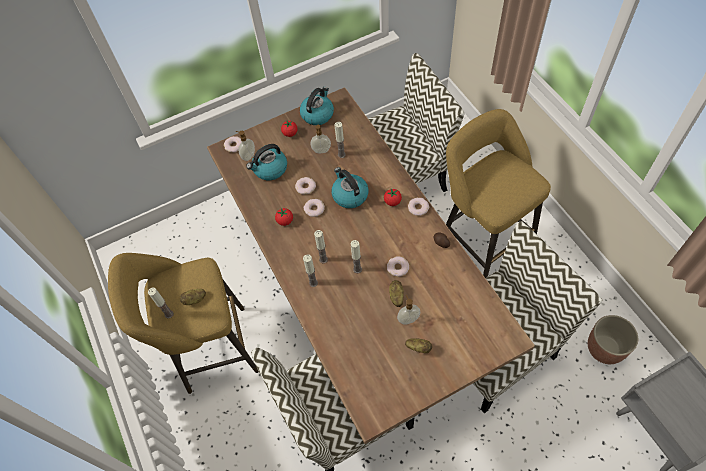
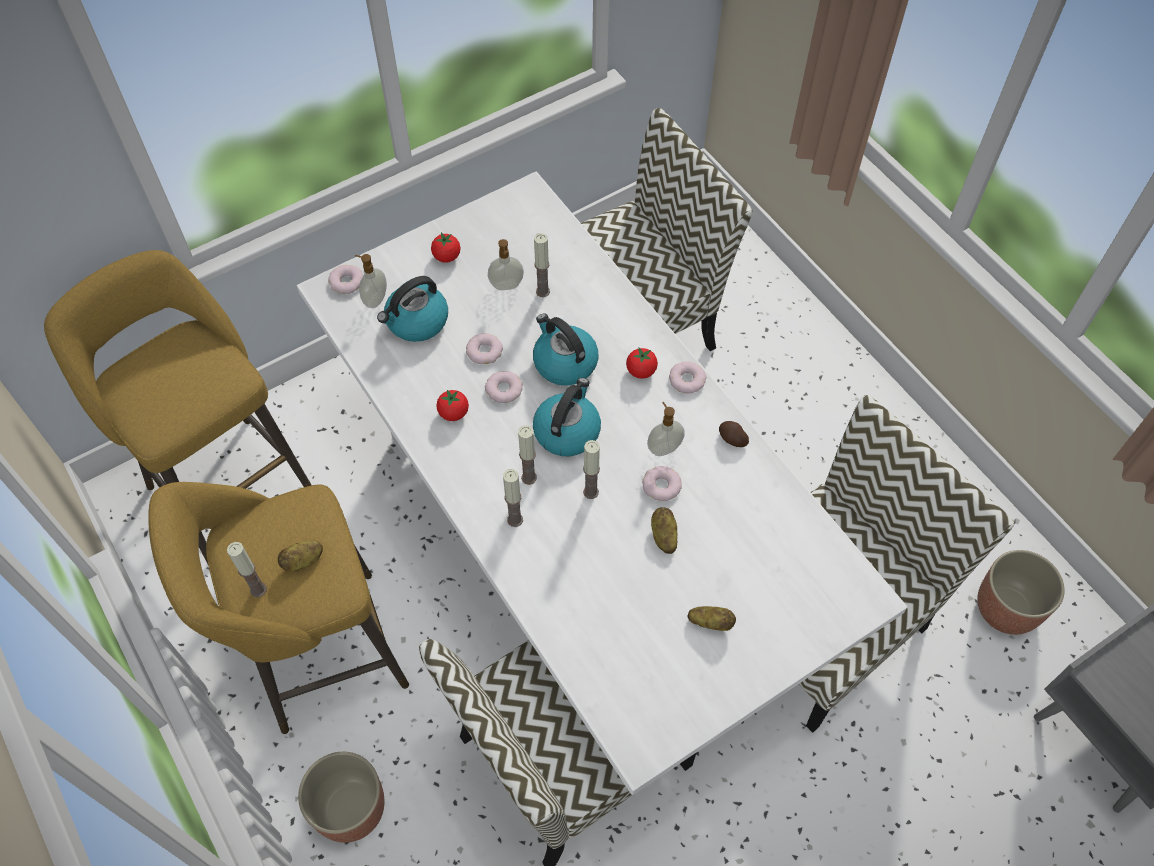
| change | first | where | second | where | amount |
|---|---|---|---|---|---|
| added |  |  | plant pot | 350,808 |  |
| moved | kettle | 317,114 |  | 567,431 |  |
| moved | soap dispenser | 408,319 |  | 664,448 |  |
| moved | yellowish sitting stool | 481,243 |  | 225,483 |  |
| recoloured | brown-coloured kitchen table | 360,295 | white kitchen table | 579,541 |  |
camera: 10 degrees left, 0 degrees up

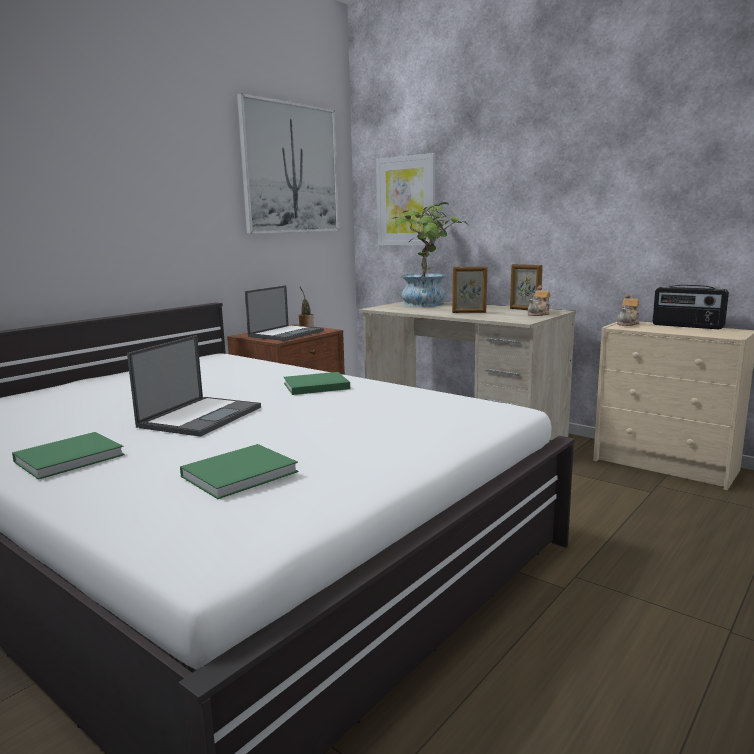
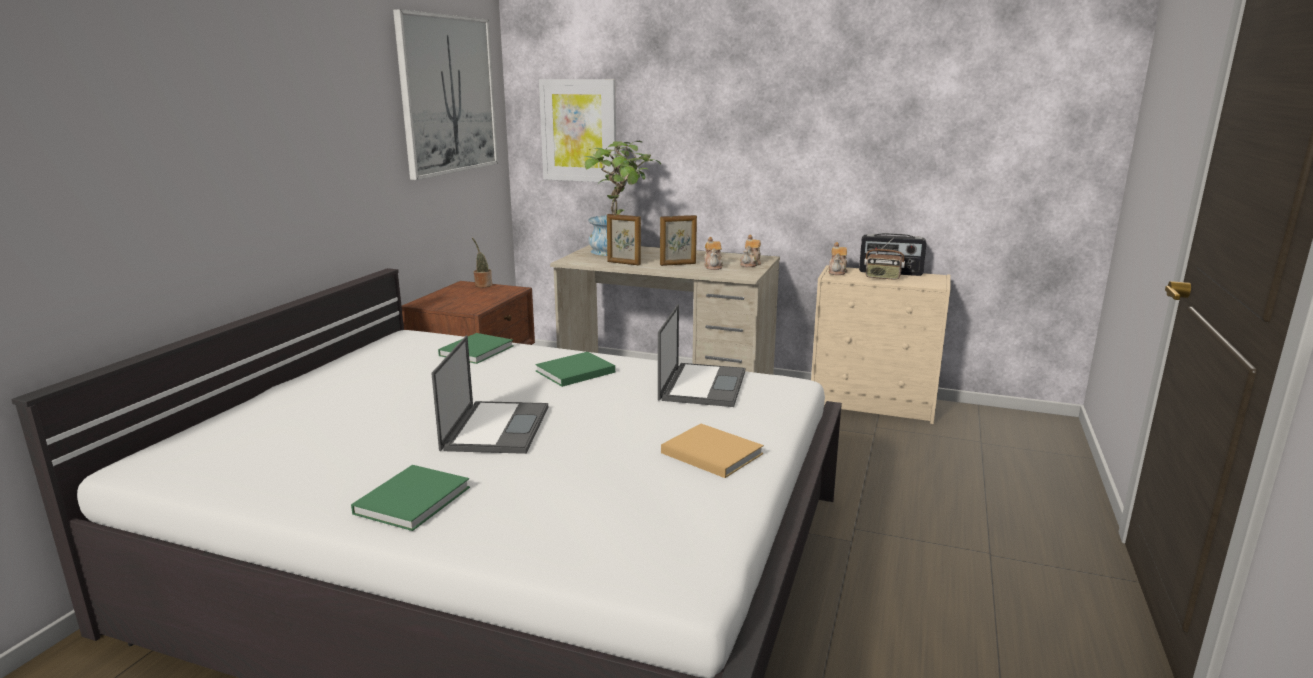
| change | first | where | second | where | amount |
|---|---|---|---|---|---|
| added |  |  | beige-coloured bound book | 709,452 |  |
| added |  |  | teapot | 713,266 |  |
| added |  |  | radio | 882,278 |  |
| moved | greenish bound book | 242,473 |  | 478,350 |  |
| moved | laptop | 286,333 |  | 702,385 |  |
| moved | photo frame | 524,309 |  | 623,263 |  |
camera: 20 degrees left, 5 degrees up

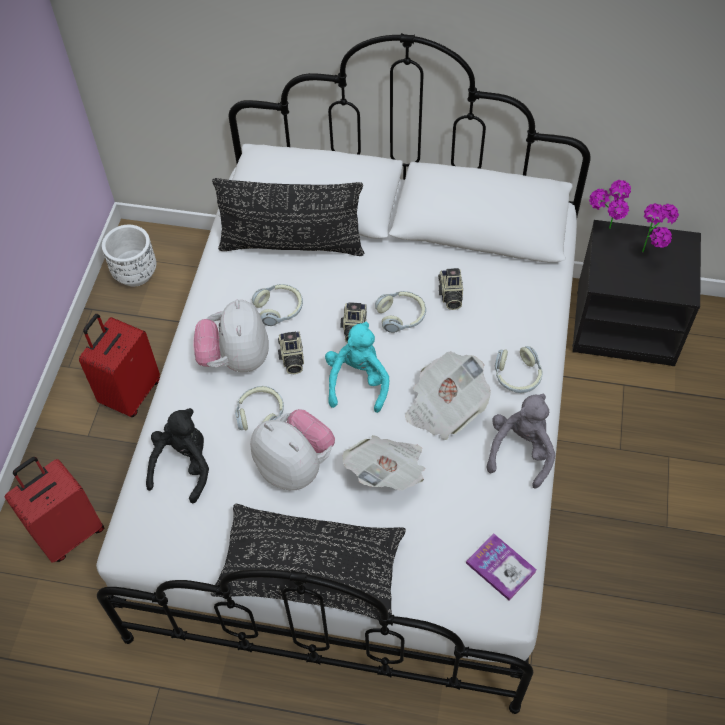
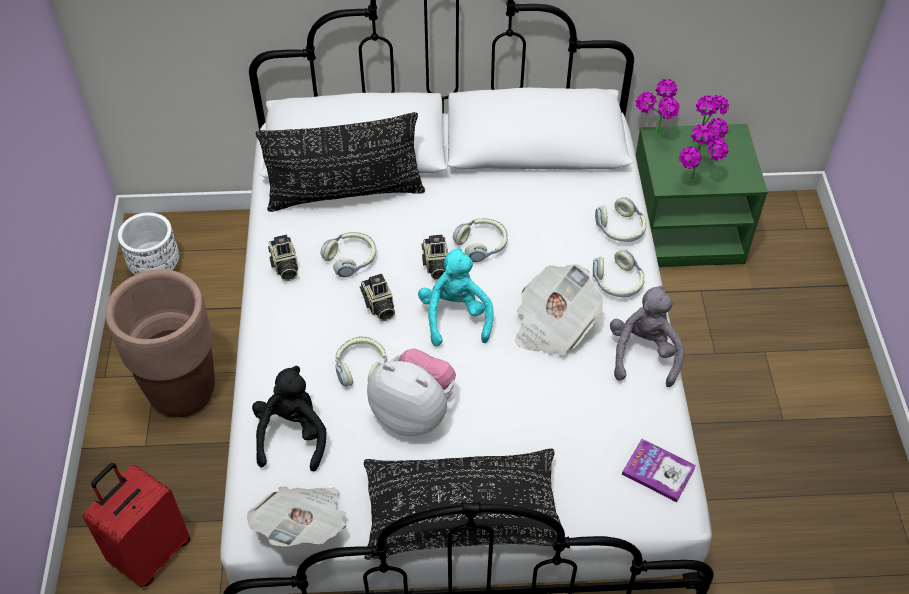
| change | first | where | second | where | amount |
|---|---|---|---|---|---|
| removed | soft toy | 236,358 |  |  |  |
| added |  |  | pair of headphones | 620,229 |  |
| added |  |  | potted plant | 695,184 |  |
| moved | daily paper | 387,472 |  | 304,526 |  |
| moved | still camera | 450,295 |  | 284,266 |  |
| replaced | red-coloured travel case | 130,393 | brown-coloured plant pot | 182,392 |  |
| recoloured | black nightstand | 626,323 | greenish nightstand | 685,231 |  |
camera: 15 degrees left, 5 degrees down

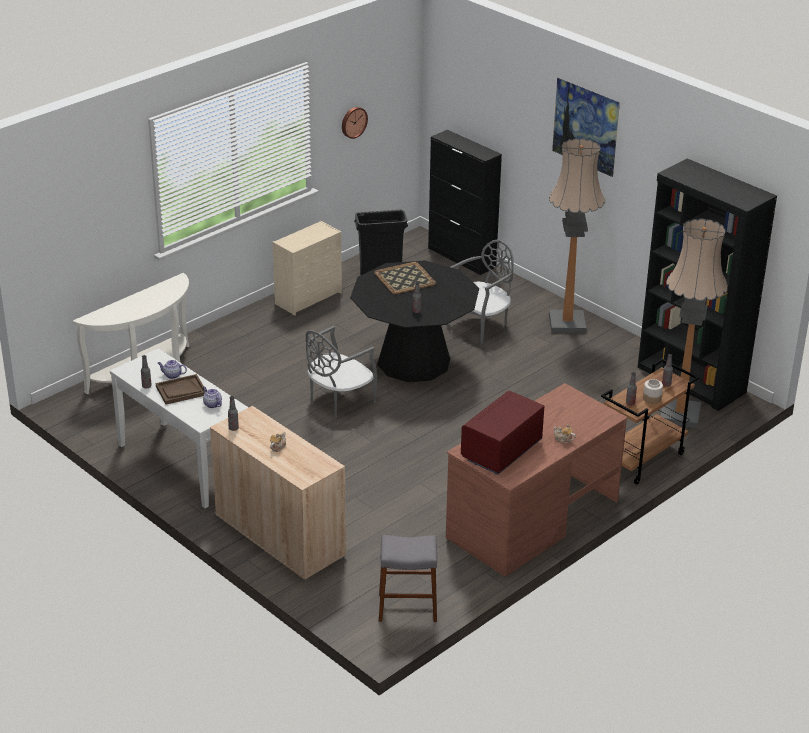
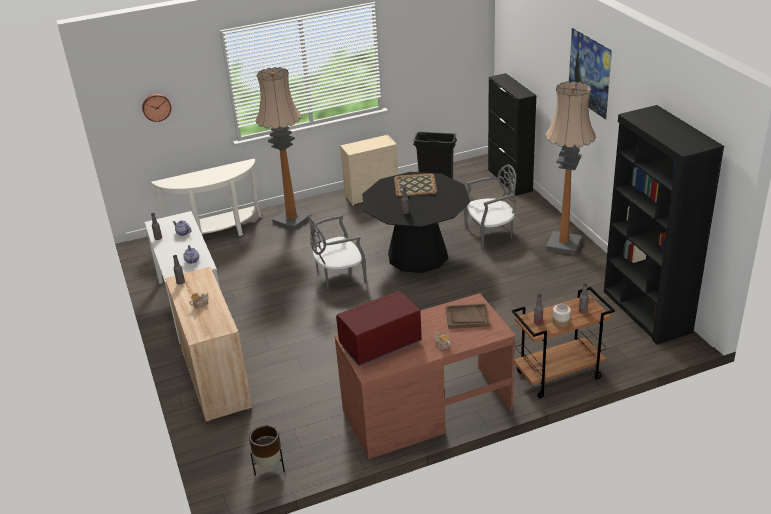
| change | first | where | second | where | amount |
|---|---|---|---|---|---|
| moved | brown-coloured serving tray | 181,391 |  | 467,317 |  |
| moved | hanging clock | 353,122 |  | 156,107 |  |
| moved | standing lamp | 680,414 |  | 292,220 |  |
| replaced | gray sitting stool | 407,607 | brown-coloured plant pot | 269,467 |  |
camera: 25 degrees right, 0 degrees up

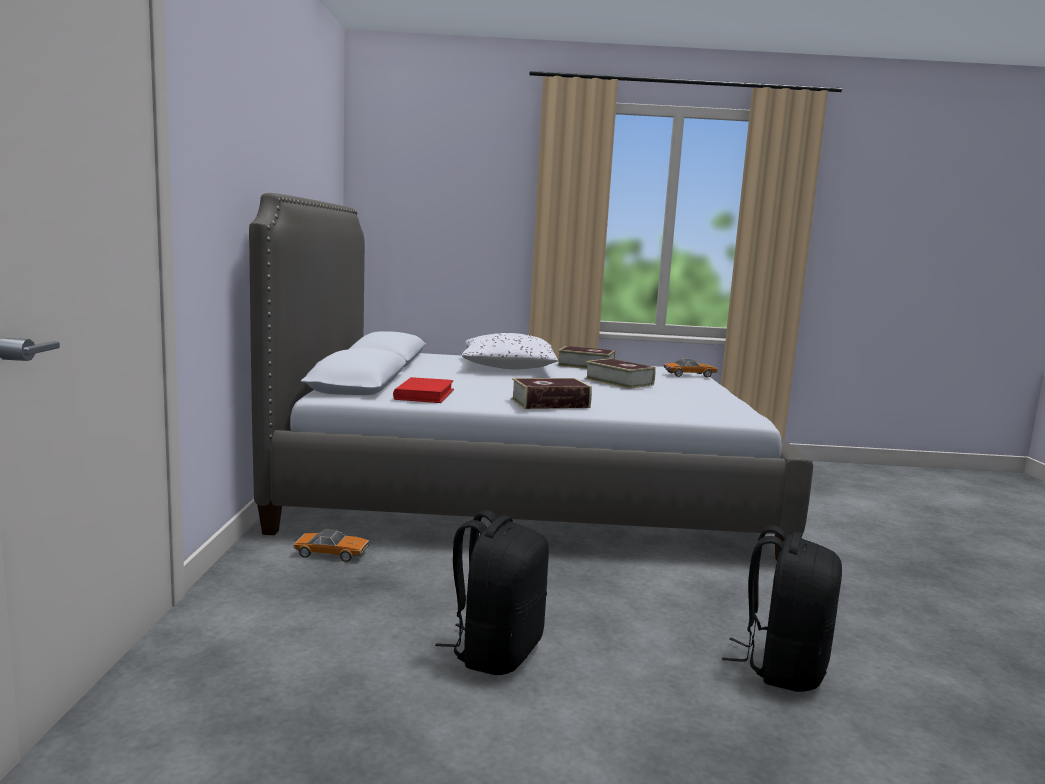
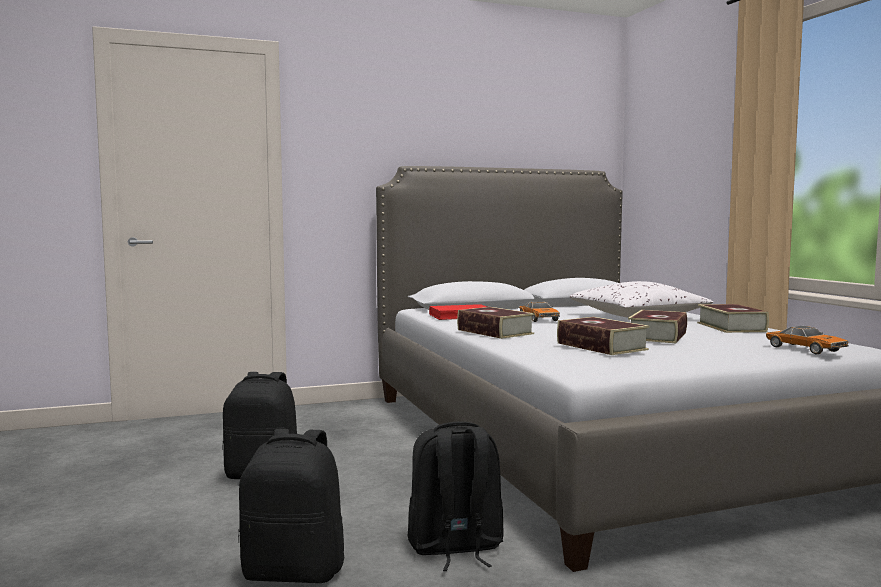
| change | first | where | second | where | amount |
|---|---|---|---|---|---|
| added |  |  | black rucksack | 455,548 |  |
| added |  |  | bound book | 601,346 |  |
| moved | model car | 332,553 |  | 539,319 |  |
camera: 70 degrees right, 5 degrees down

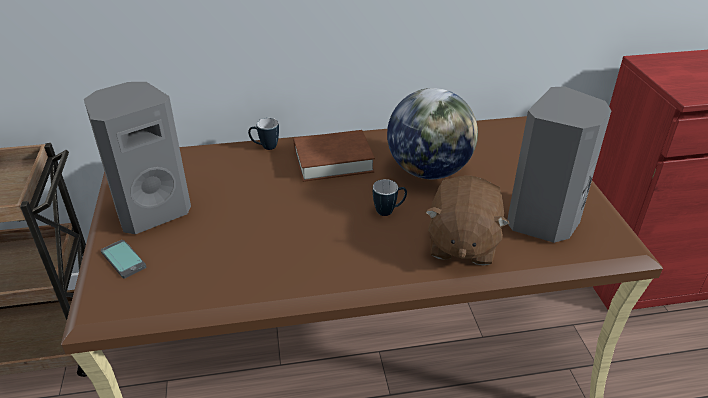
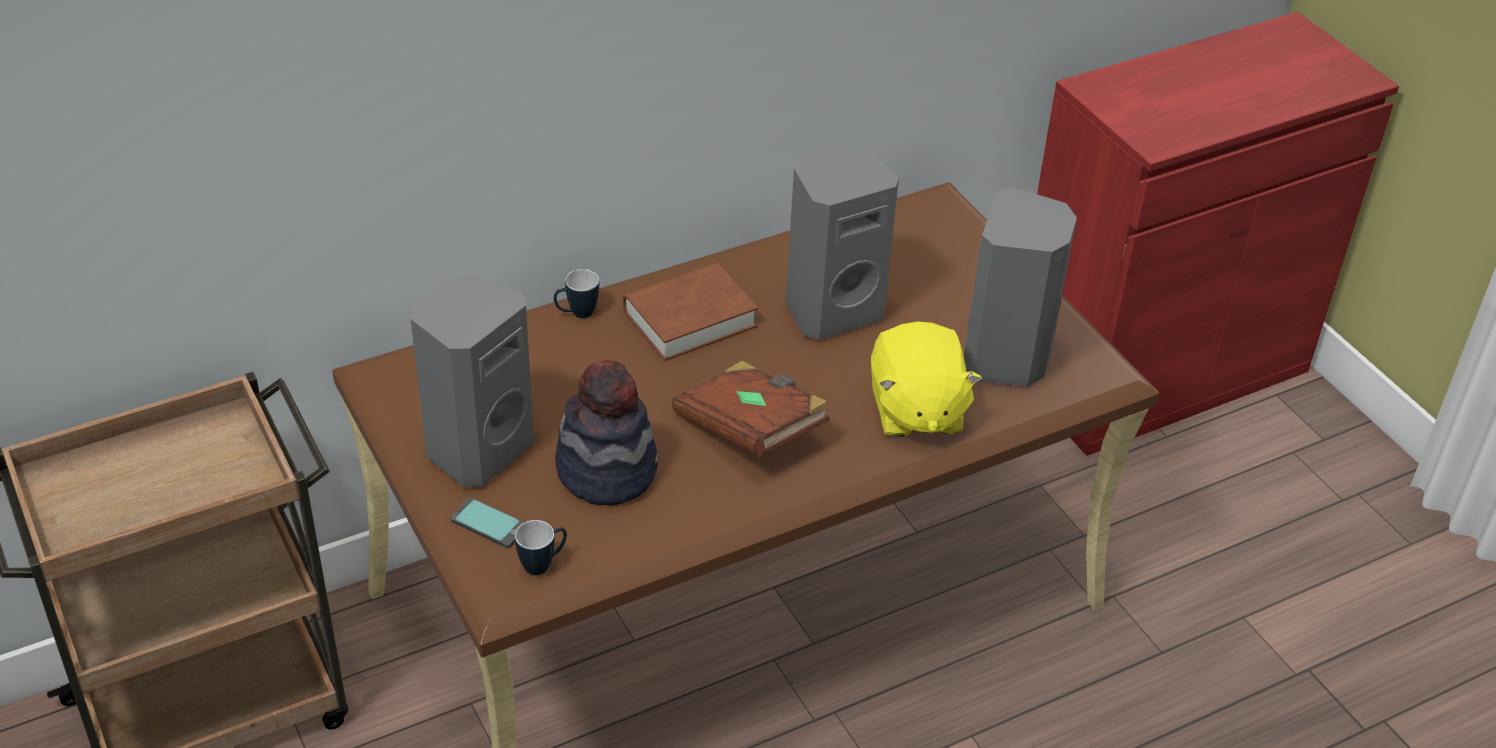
| change | first | where | second | where | amount |
|---|---|---|---|---|---|
| added |  |  | wearable hat | 607,469 |  |
| added |  |  | brown-coloured bound book | 751,429 |  |
| moved | mug | 389,211 |  | 543,564 |  |
| replaced | desk globe | 429,171 | gray speaker | 831,310 |  |
| recoloured | brown-coloured soft toy | 461,243 | yellowish soft toy | 915,411 |  |
camera: 20 degrees left, 5 degrees up

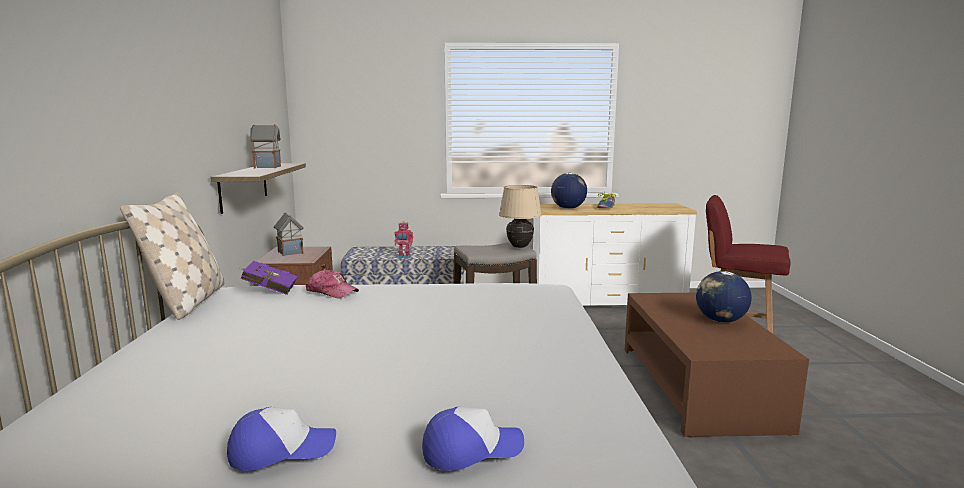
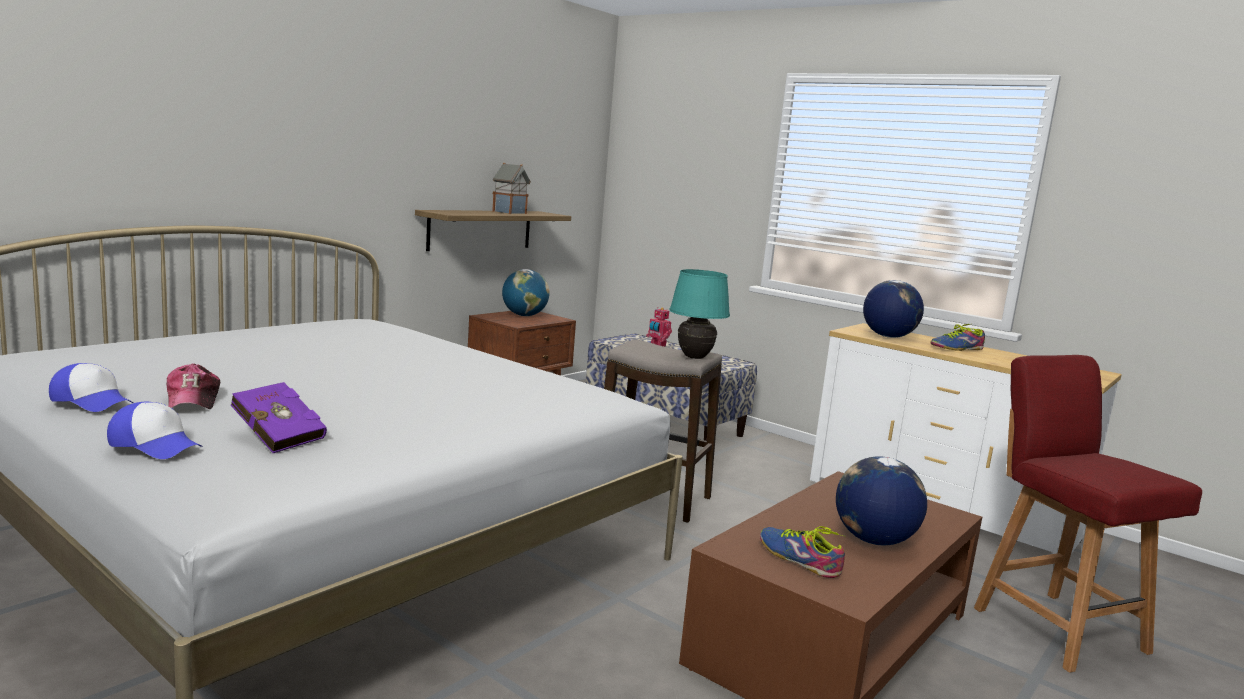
| change | first | where | second | where | amount |
|---|---|---|---|---|---|
| removed | beige-coloured throw pillow | 188,302 |  |  |  |
| added |  |  | low shoe | 798,559 |  |
| moved | purplish bound book | 268,290 |  | 277,437 |  |
| moved | peaked cap | 331,292 |  | 193,400 |  |
| replaced | model house | 290,252 | desk globe | 524,315 |  |
| recoloured | beige-coloured table lamp | 520,247 | turquoise-coloured table lamp | 695,357 |  |
camera: 40 degrees right, 0 degrees up

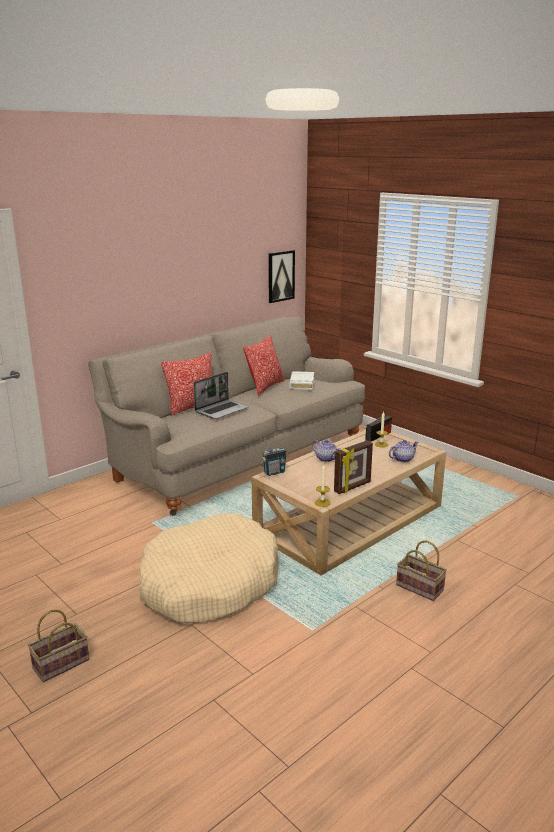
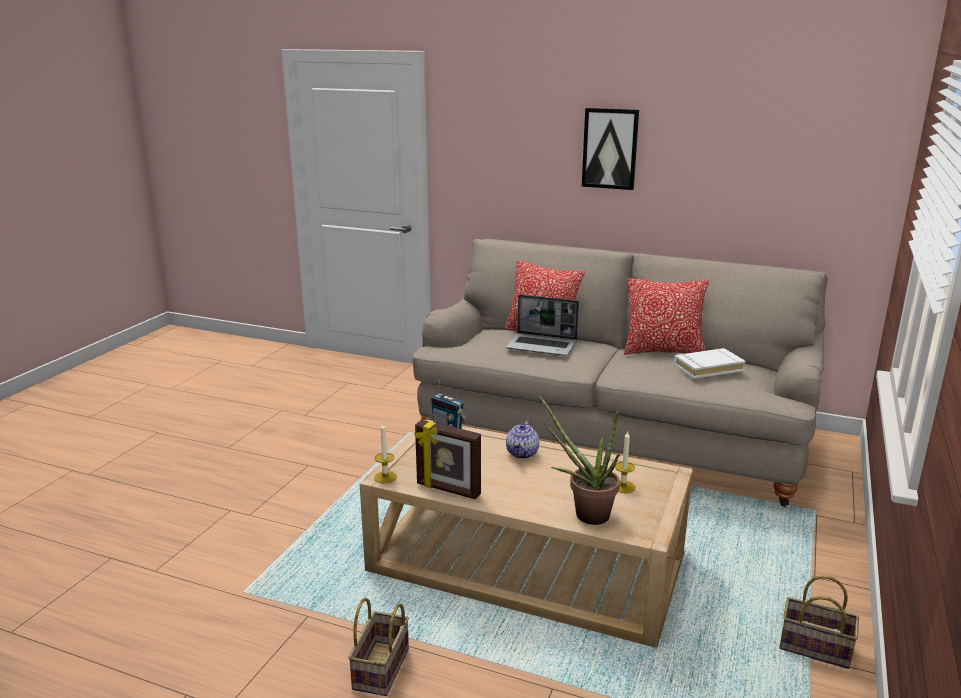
| change | first | where | second | where | amount |
|---|---|---|---|---|---|
| removed | beige-coloured pet bed | 209,584 |  |  |  |
| removed | radio | 378,436 |  |  |  |
| moved | basket | 60,665 |  | 813,648 |  |
| moved | picture | 280,276 |  | 610,148 |  |
| replaced | teapot | 403,459 | potted plant | 584,514 |  |
camera: 65 degrees right, 0 degrees up

